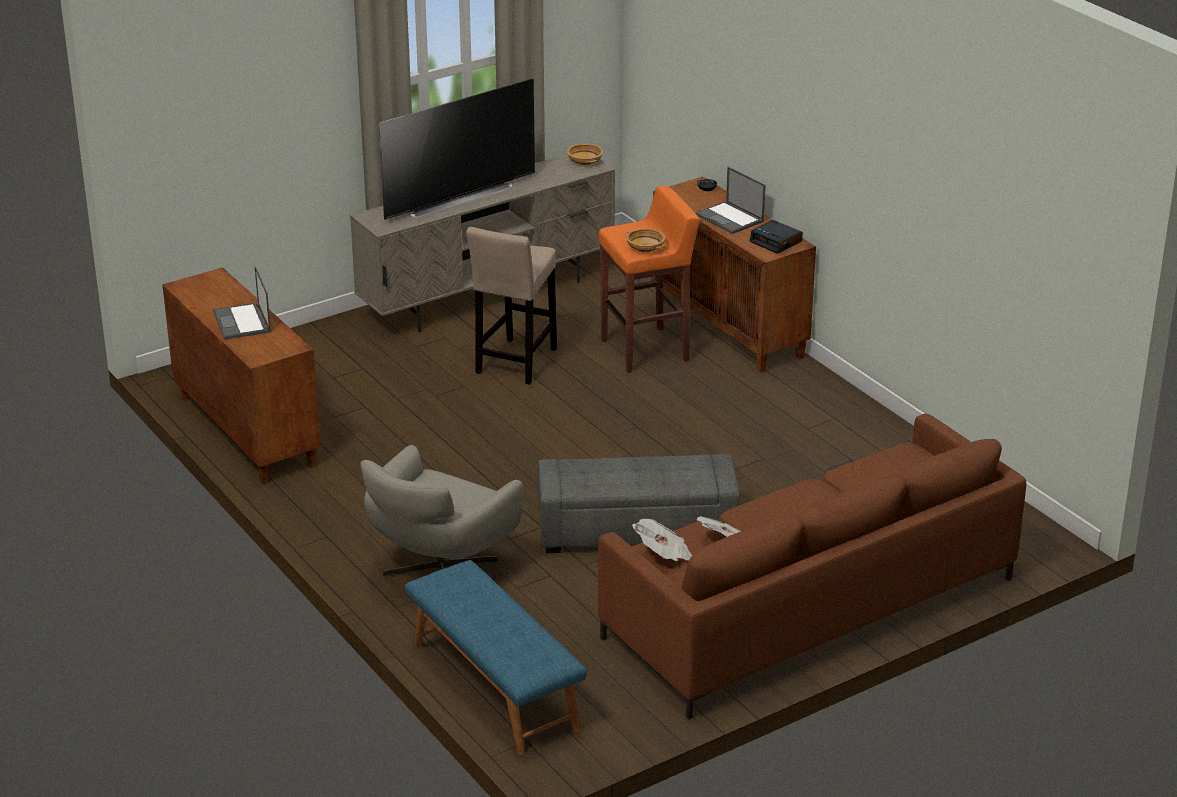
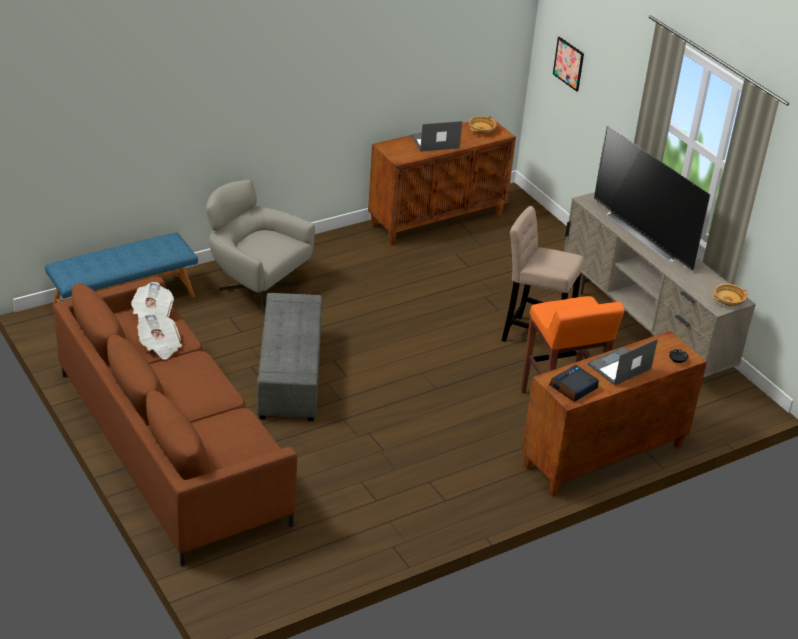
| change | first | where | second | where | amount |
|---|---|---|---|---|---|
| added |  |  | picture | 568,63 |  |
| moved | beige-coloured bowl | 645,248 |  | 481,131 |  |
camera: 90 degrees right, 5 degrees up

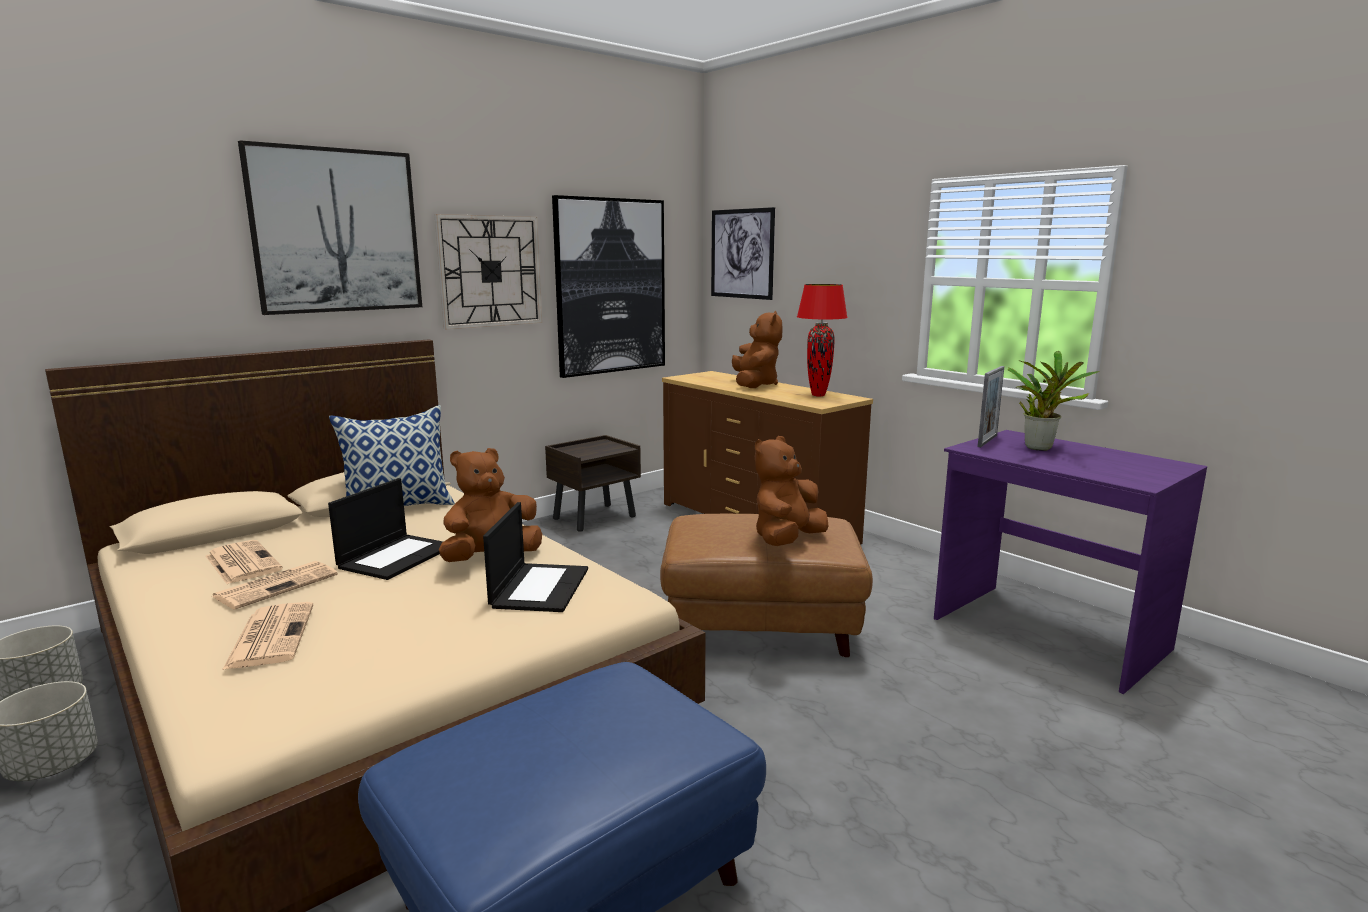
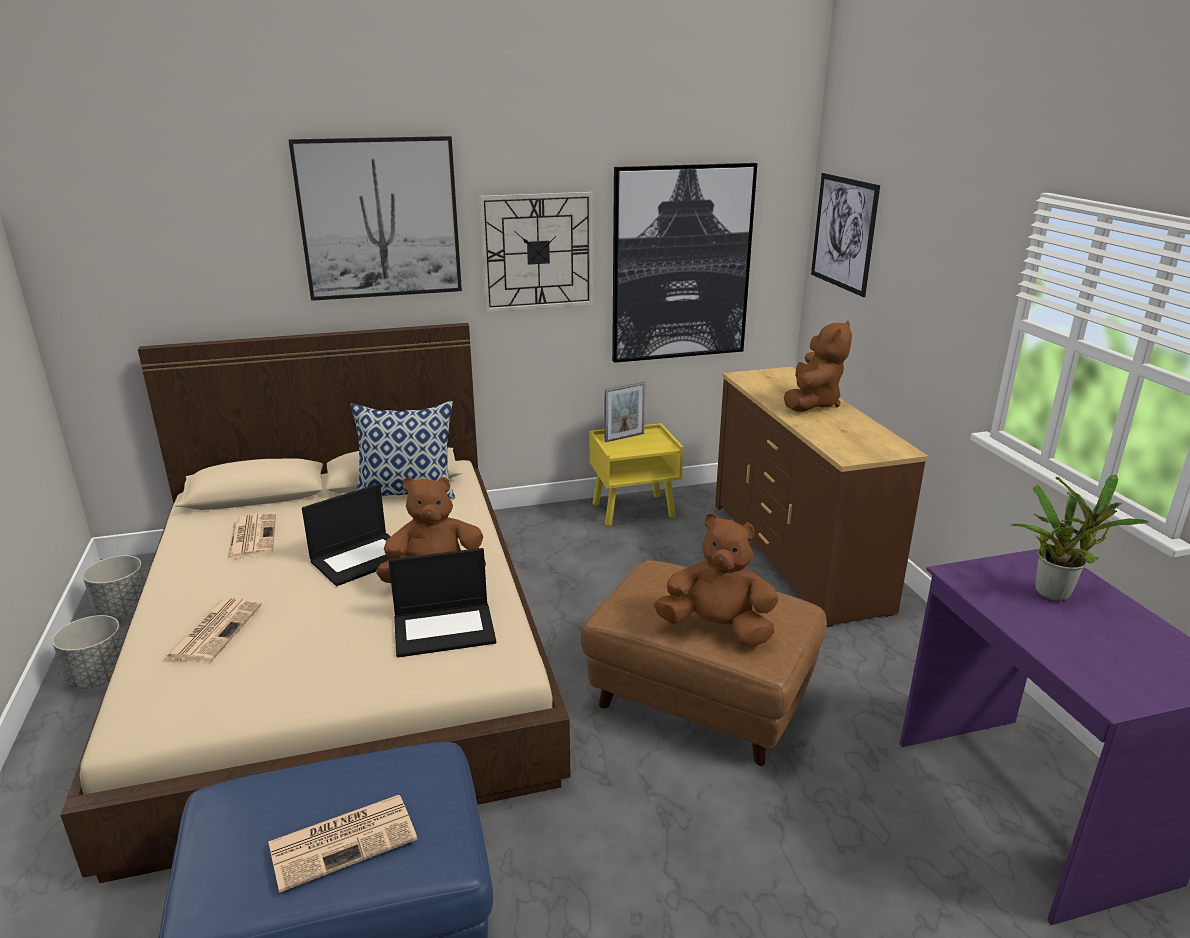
| change | first | where | second | where | amount |
|---|---|---|---|---|---|
| removed | red-coloured table lamp | 818,395 |  |  |  |
| moved | daily paper | 277,585 |  | 344,840 |  |
| moved | photo frame | 987,441 |  | 624,437 |  |
| recoloured | brown-coloured nightstand | 595,517 | yellowish nightstand | 634,510 |  |
| turned | laptop | 539,587 |  | 445,629 | 45 degrees clockwise |
| turned | brown-coloured soft toy | 787,540 |  | 717,629 | 45 degrees clockwise |
camera: 25 degrees right, 10 degrees up

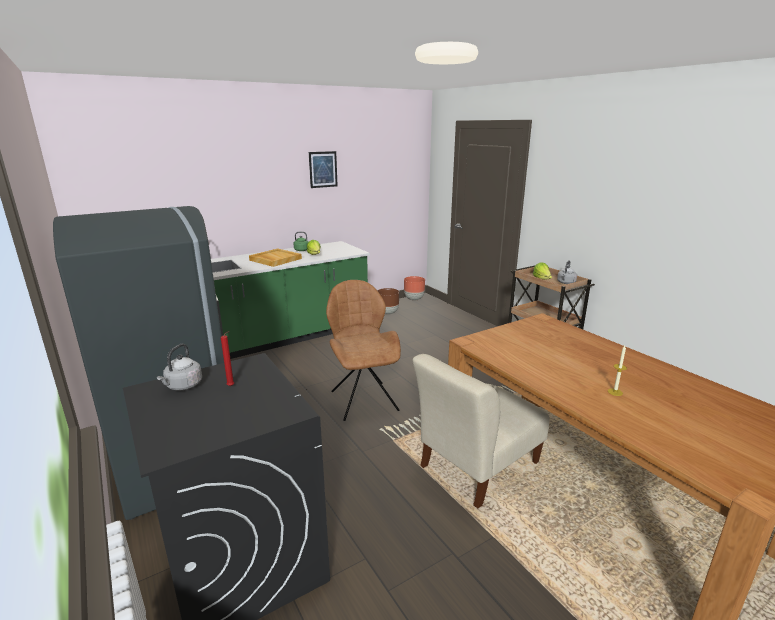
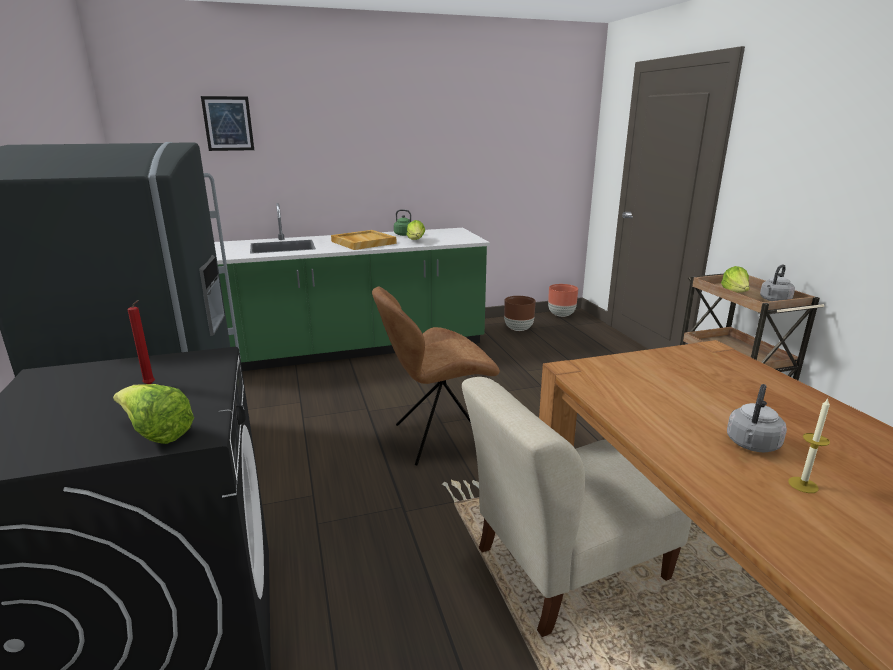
| change | first | where | second | where | amount |
|---|---|---|---|---|---|
| added |  |  | lettuce head | 156,433 |  |
| moved | gray kettle | 183,386 |  | 751,445 |  |
| moved | picture | 323,169 |  | 228,123 |  |
| turned | brown-coloured chair | 363,399 |  | 438,438 | 105 degrees counterclockwise |
camera: 15 degrees right, 0 degrees up

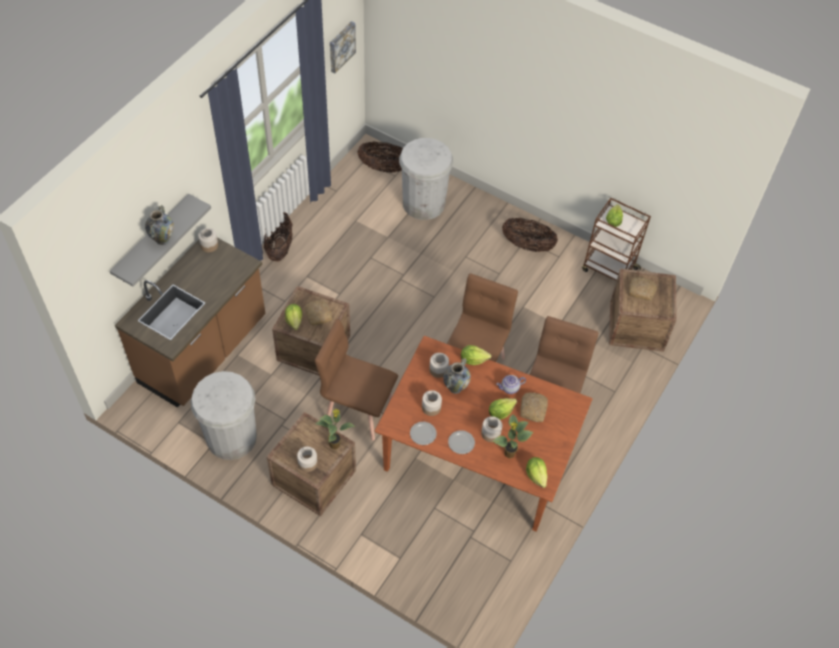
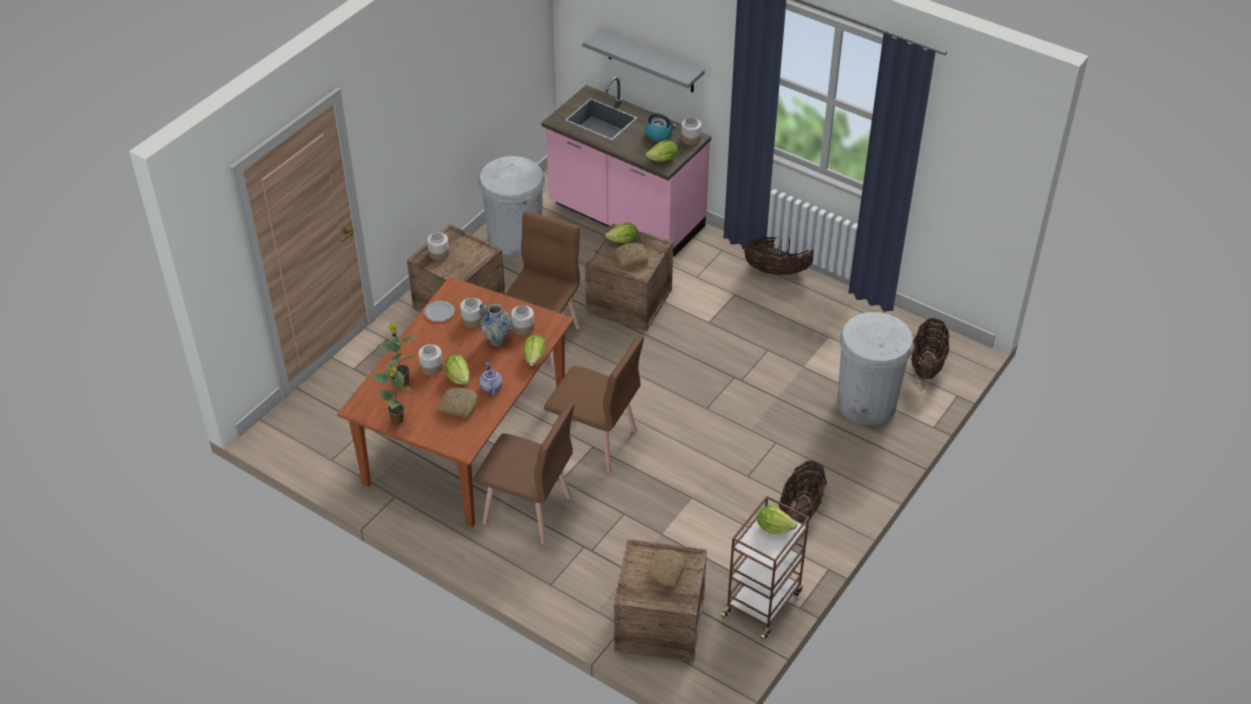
| change | first | where | second | where | amount |
|---|---|---|---|---|---|
| removed | flower vase | 163,239 |  |  |  |
| removed | picture | 341,46 |  |  |  |
| removed | flat dish | 461,443 |  |  |  |
| added |  |  | kettle | 659,135 |  |
| moved | potted plant | 335,444 |  | 398,420 |  |
| moved | lettuce head | 536,475 |  | 663,159 |  |
| recoloured | brown-coloured kitchen counter | 204,352 | pinkish kitchen counter | 625,218 |  |
camera: 95 degrees right, 10 degrees down

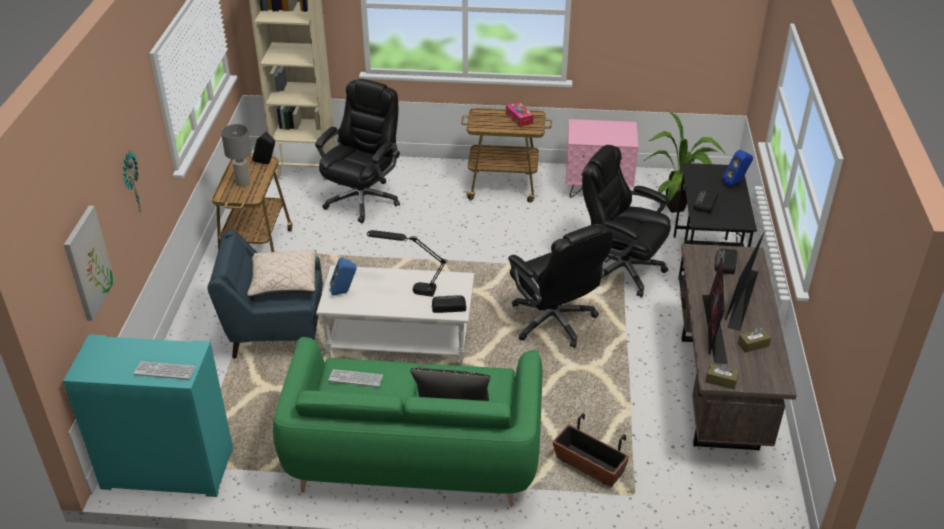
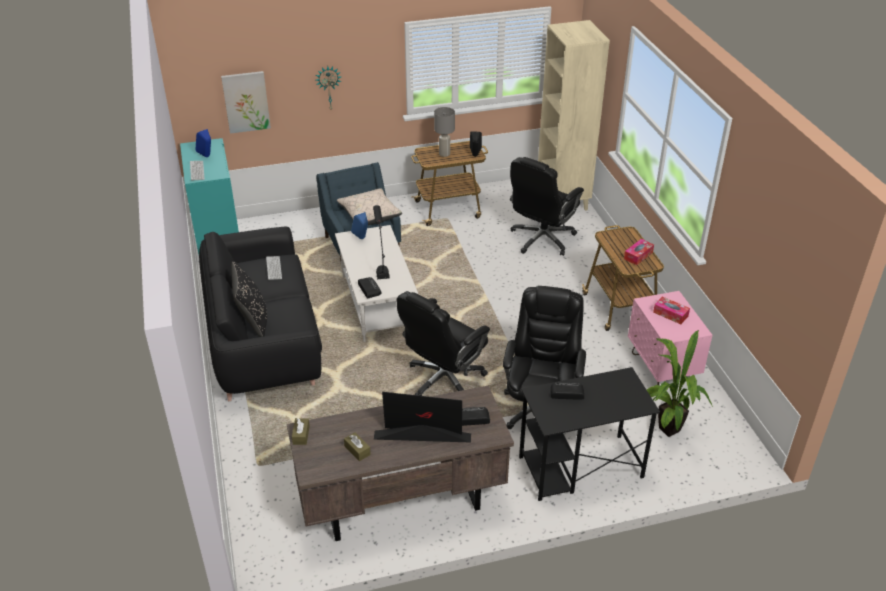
| change | first | where | second | where | amount |
|---|---|---|---|---|---|
| removed | plant pot | 589,466 |  |  |  |
| removed | monitor | 714,329 |  |  |  |
| added |  |  | tissue holder | 670,314 |  |
| moved | bluish speaker | 735,183 |  | 207,157 |  |
| recoloured | greenish sofa | 414,454 | black sofa | 263,341 |  |
| turned | black office chair | 363,199 |  | 541,239 | 120 degrees clockwise |
camera: 70 degrees right, 0 degrees up

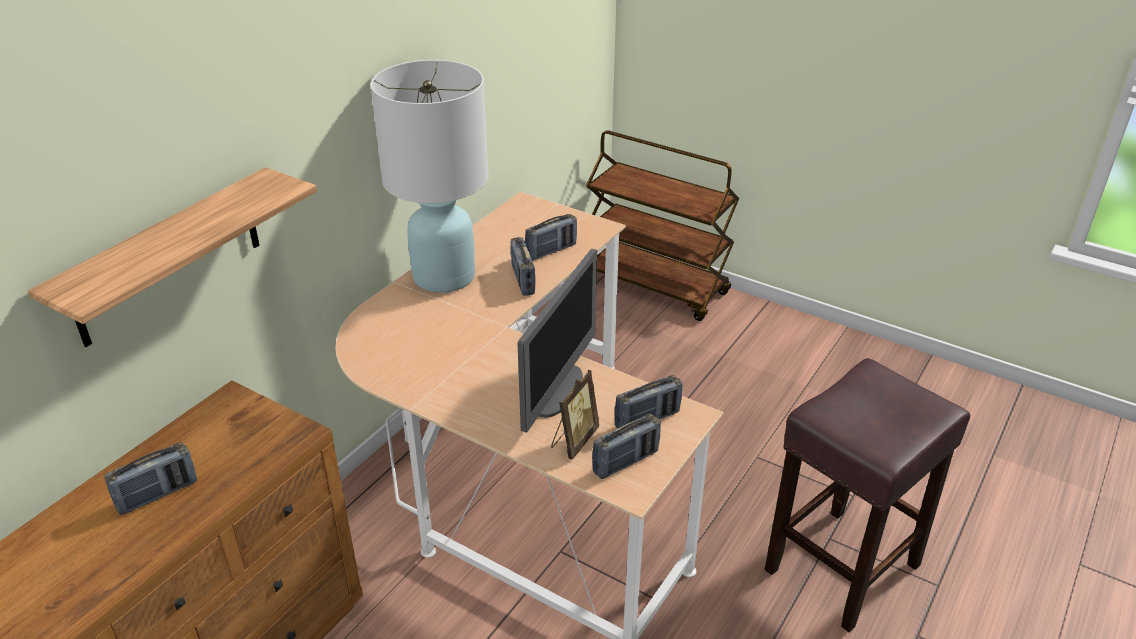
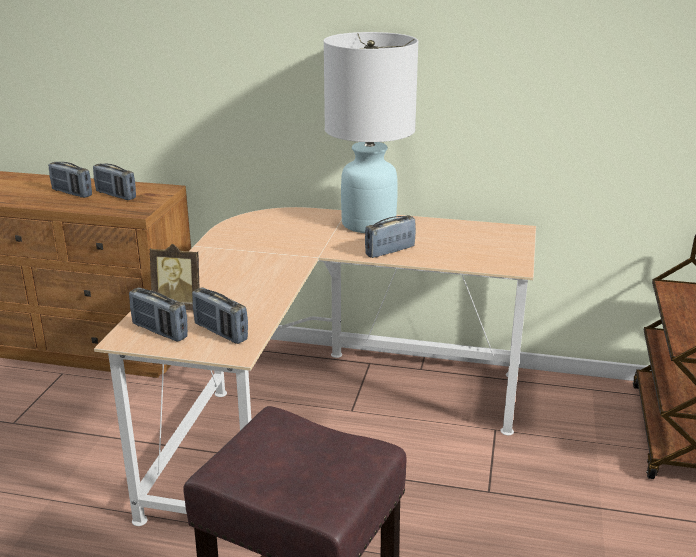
| change | first | where | second | where | amount |
|---|---|---|---|---|---|
| removed | wall shelf | 168,257 |  |  |  |
| removed | monitor | 559,391 |  |  |  |
| moved | radio | 551,251 |  | 116,195 |  |
camera: 70 degrees right, 10 degrees down

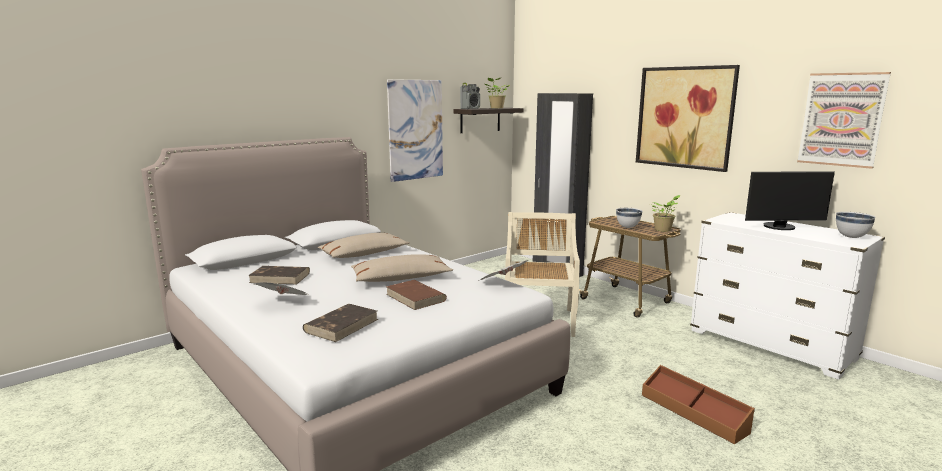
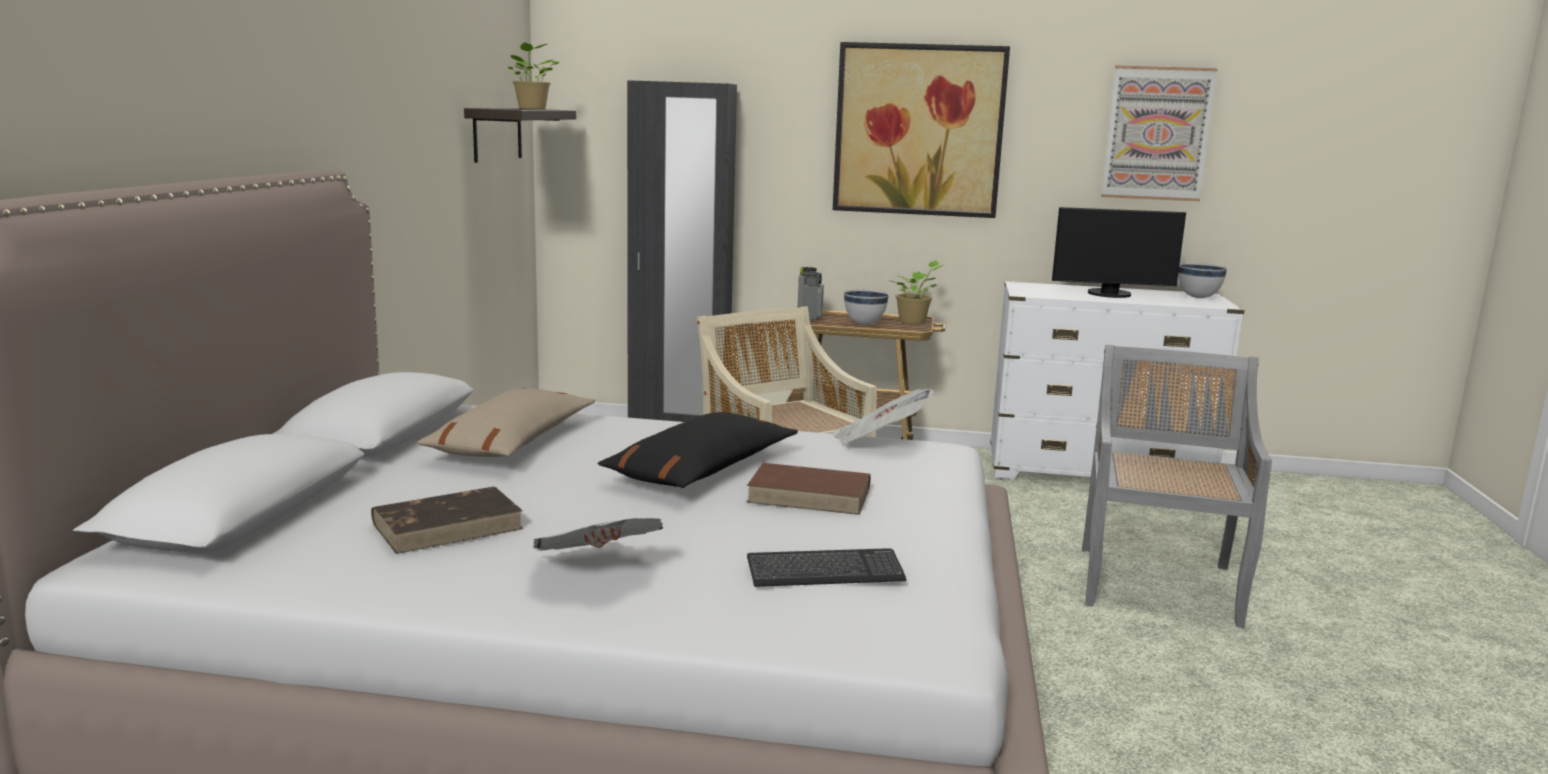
| change | first | where | second | where | amount |
|---|---|---|---|---|---|
| removed | picture | 416,130 |  |  |  |
| moved | radio | 470,108 |  | 809,317 |  |
| replaced | brown-coloured bound book | 342,325 | computer keyboard | 825,572 |  |
| replaced | brown-coloured storage bin | 694,413 | gray chair | 1157,584 |  |
| recoloured | beige-coloured throw pillow | 401,278 | black throw pillow | 701,470 |  |
| turned | monitor | 781,227 |  | 1110,295 | 45 degrees clockwise |
camera: 40 degrees left, 0 degrees up

